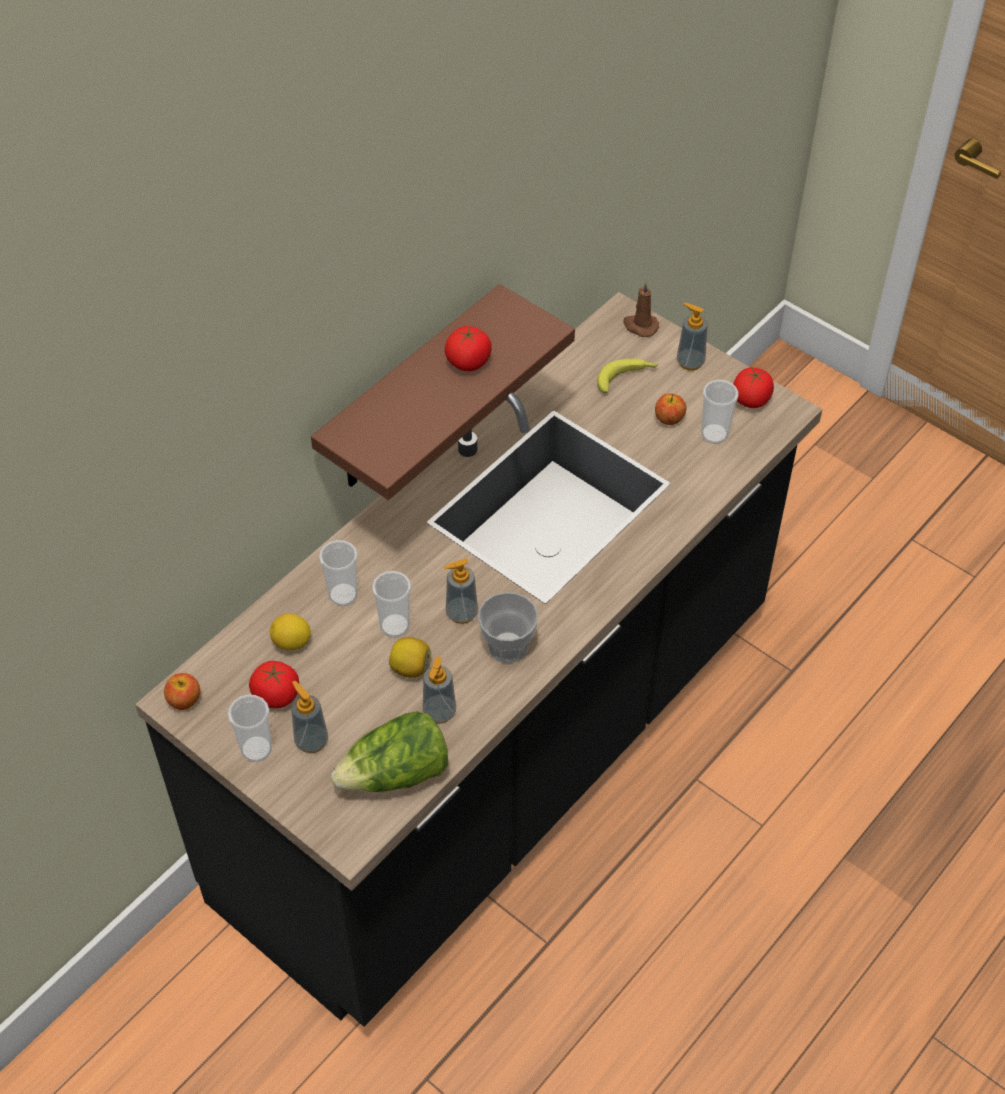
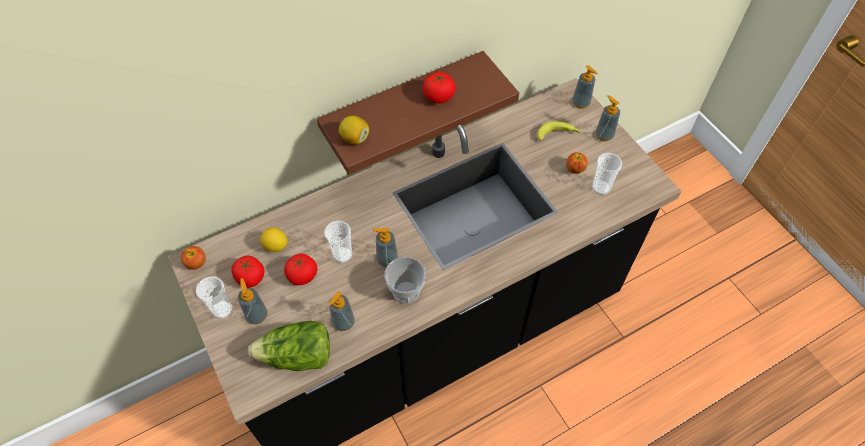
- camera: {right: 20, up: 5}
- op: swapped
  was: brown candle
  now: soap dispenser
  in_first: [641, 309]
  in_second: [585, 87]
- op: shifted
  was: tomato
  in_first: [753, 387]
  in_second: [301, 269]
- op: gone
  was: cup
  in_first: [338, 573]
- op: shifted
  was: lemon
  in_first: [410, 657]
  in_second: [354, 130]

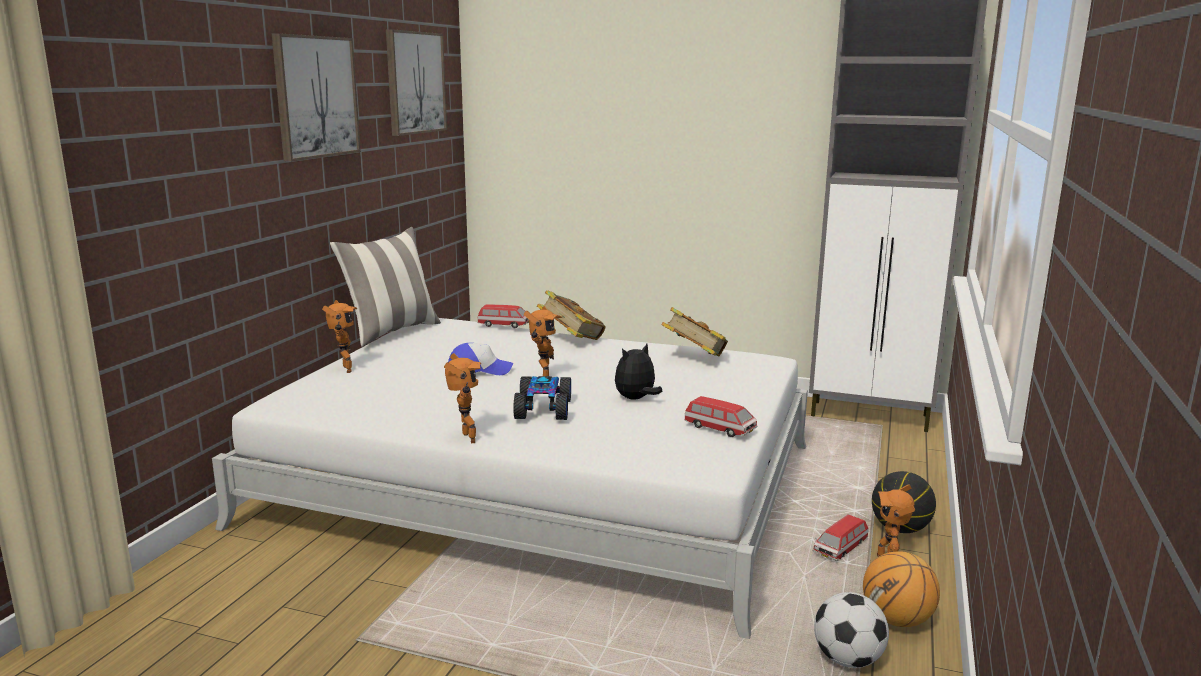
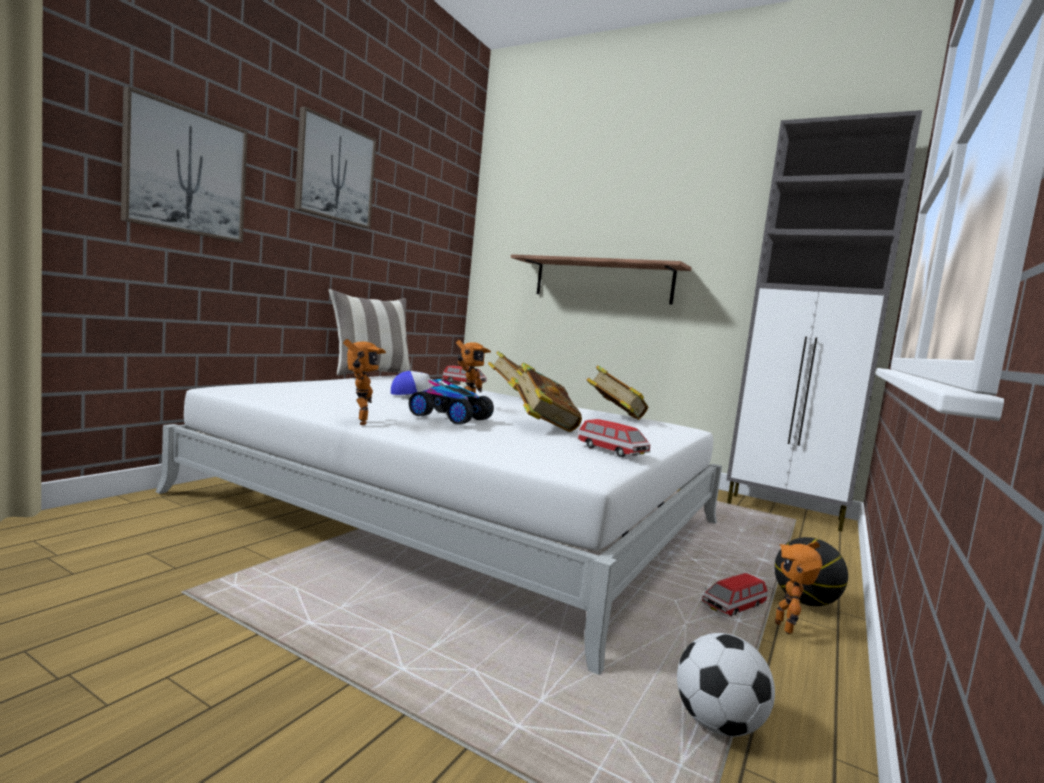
- camera: {right: 10, up: -10}
- op: shifted
  was: picture
  in_first: [416, 82]
  in_second: [184, 164]
- op: gone
  was: toy robot
  in_first: [339, 336]
- op: swapped
  was: plush toy
  now: book
  in_first: [638, 371]
  in_second: [546, 397]
- op: rotated
  was: toy car
  in_first: [542, 398]
  in_second: [451, 402]
  clockwise: 105
- op: gone
  was: basketball
  in_first: [901, 589]
- op: new
  now: shelf
  in_second: [601, 279]

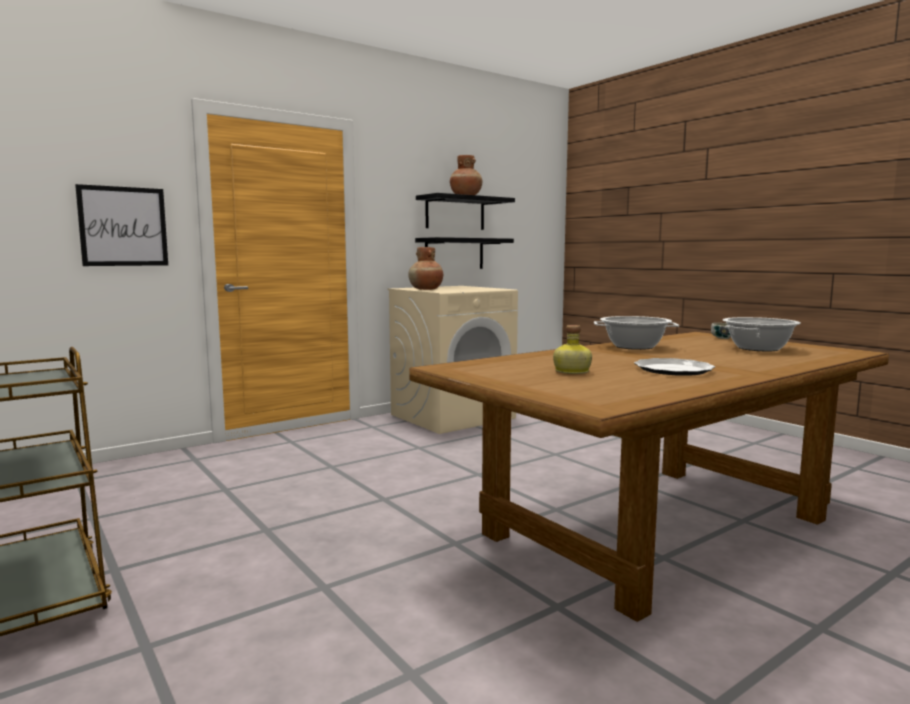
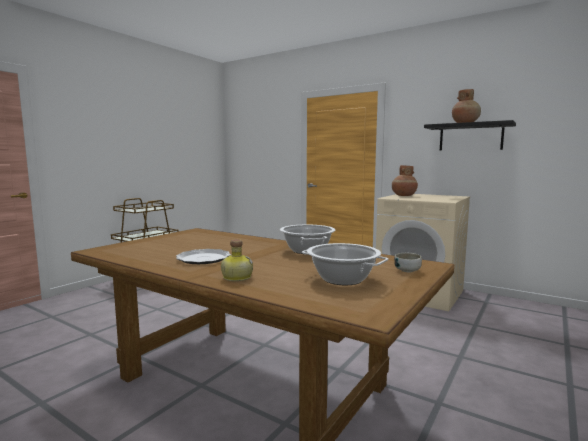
- camera: {right: 70, up: 0}
- op: gone
  was: picture
  in_first: [121, 225]
- op: gone
  was: black shelf
  in_first: [464, 253]
- op: shifted
  was: bottle
  in_first: [572, 349]
  in_second: [237, 260]

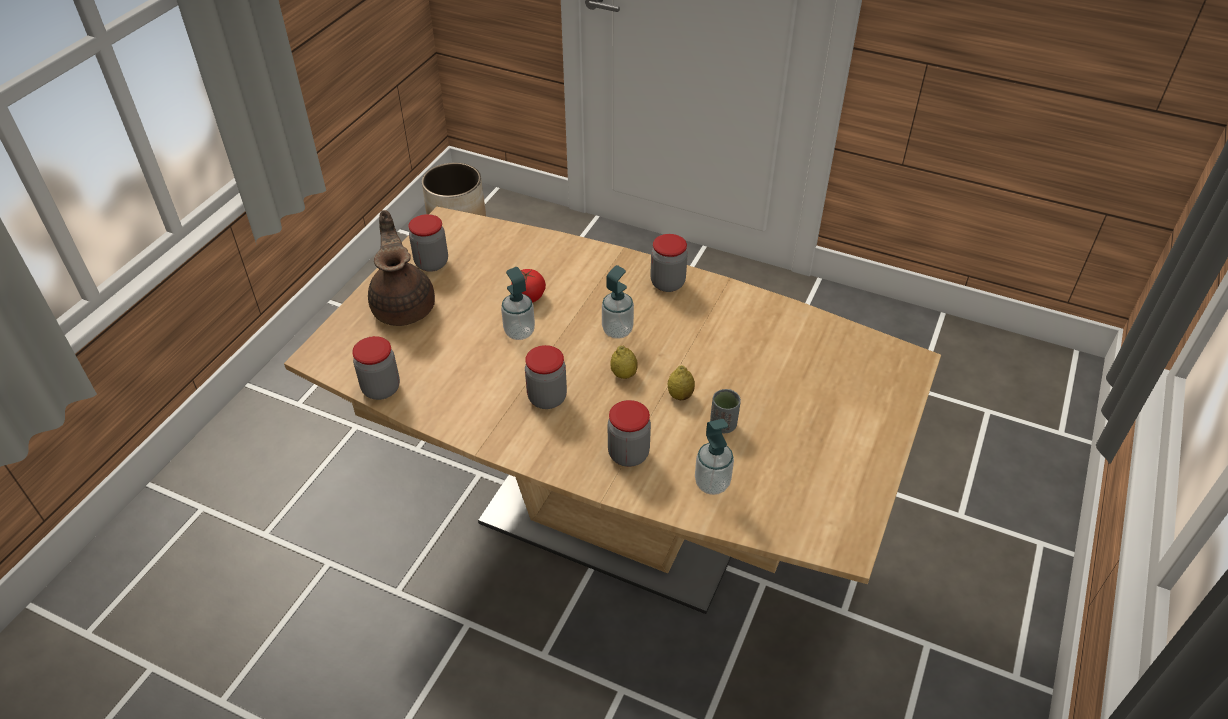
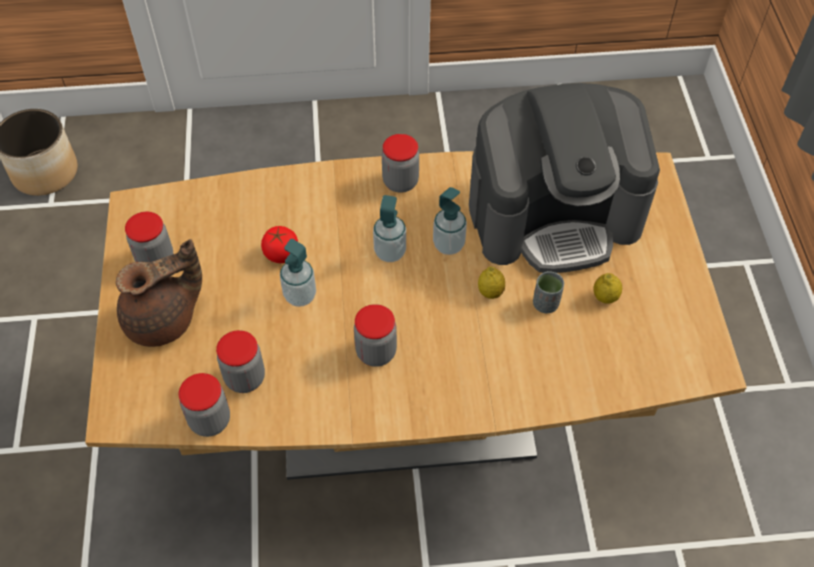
- camera: {right: -30, up: 10}
- op: rotated
  was: brown teapot
  in_first: [401, 268]
  in_second: [159, 293]
  clockwise: 105
- op: shifted
  was: lemon
  in_first: [624, 362]
  in_second: [608, 288]
- op: shifted
  was: jar
  in_first: [629, 433]
  in_second: [240, 361]
- op: shifted
  was: soap dispenser
  in_first: [714, 457]
  in_second: [450, 221]
- op: new
  now: coffee machine
  in_second: [564, 178]

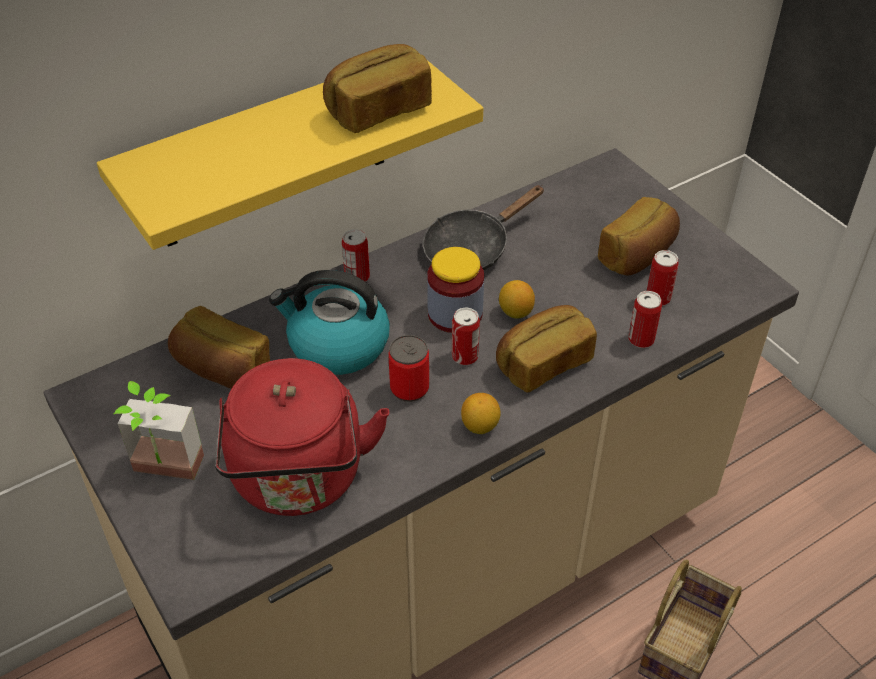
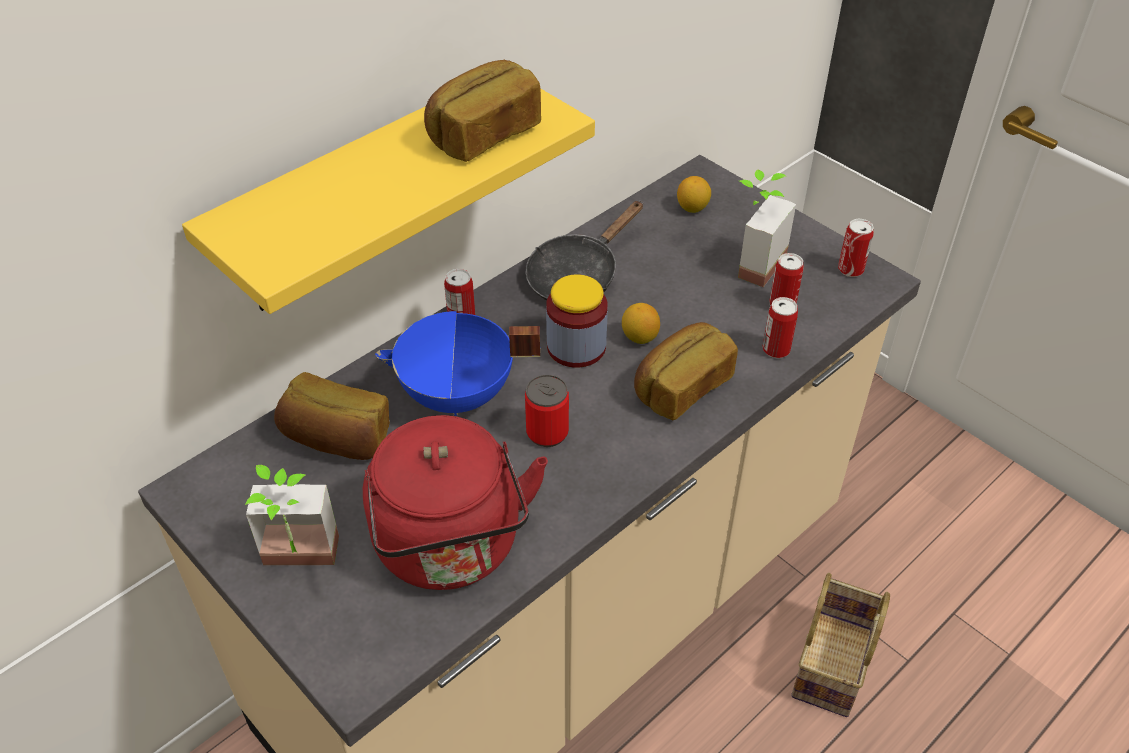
- camera: {right: -10, up: 0}
- op: swapped
  was: bread
  now: potted plant
  in_first: [639, 236]
  in_second: [767, 228]
- op: swapped
  was: kettle
  now: blue cooking pot
  in_first: [329, 322]
  in_second: [457, 363]
- op: shifted
  was: can
  in_first: [466, 336]
  in_second: [856, 248]
- op: shifted
  was: lemon
  in_first: [481, 413]
  in_second: [694, 194]

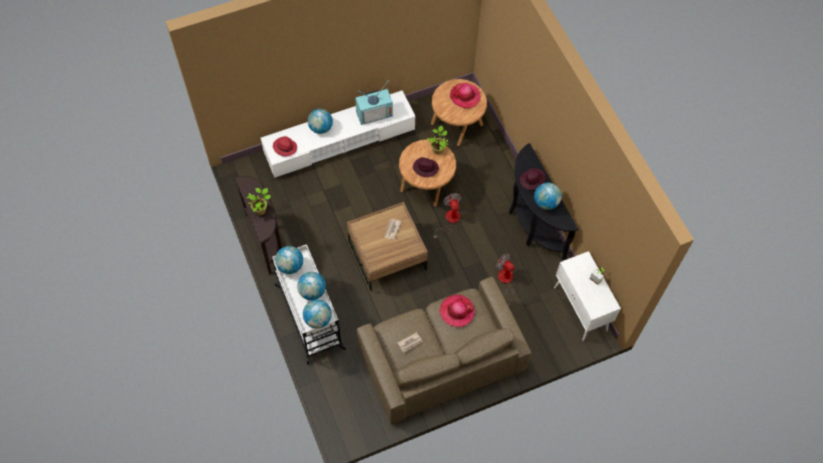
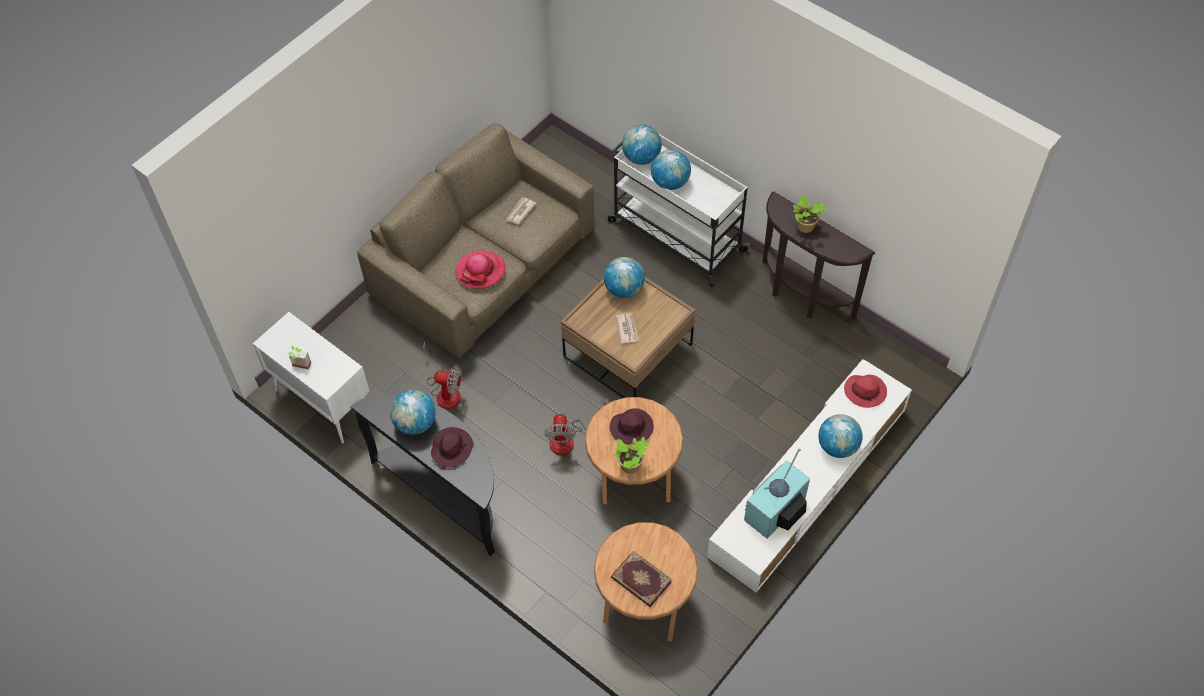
- camera: {right: 155, up: -5}
- op: swapped
  was: hat
  now: book
  in_first: [465, 95]
  in_second: [641, 579]
- op: rotated
  was: fan
  in_first: [447, 216]
  in_second: [576, 427]
  clockwise: 45
- op: shifted
  was: globe
  in_first: [289, 260]
  in_second: [624, 277]

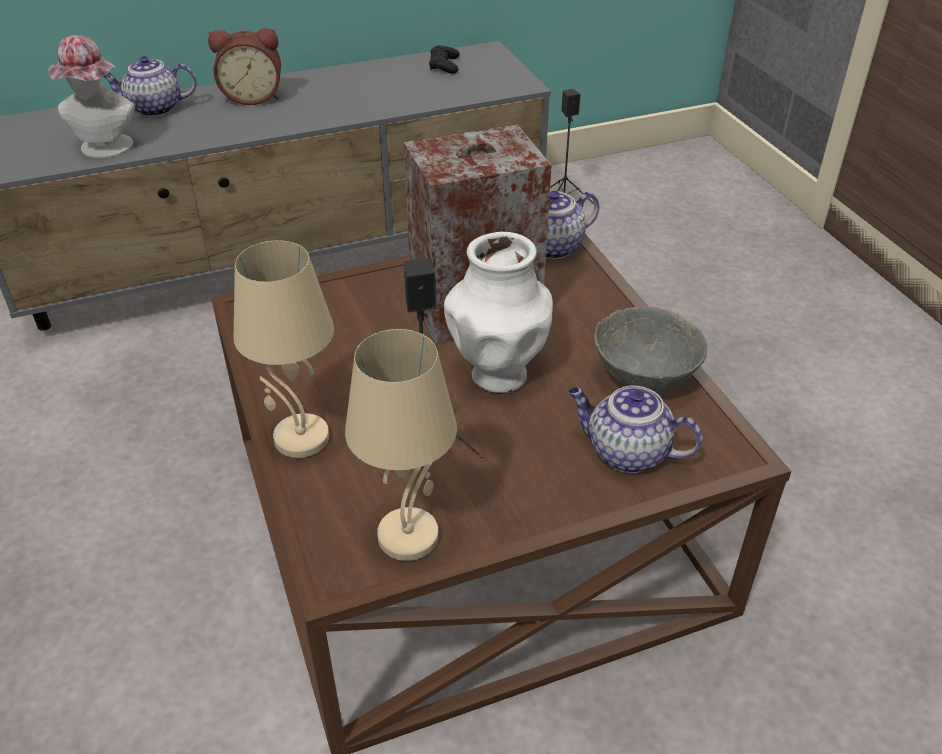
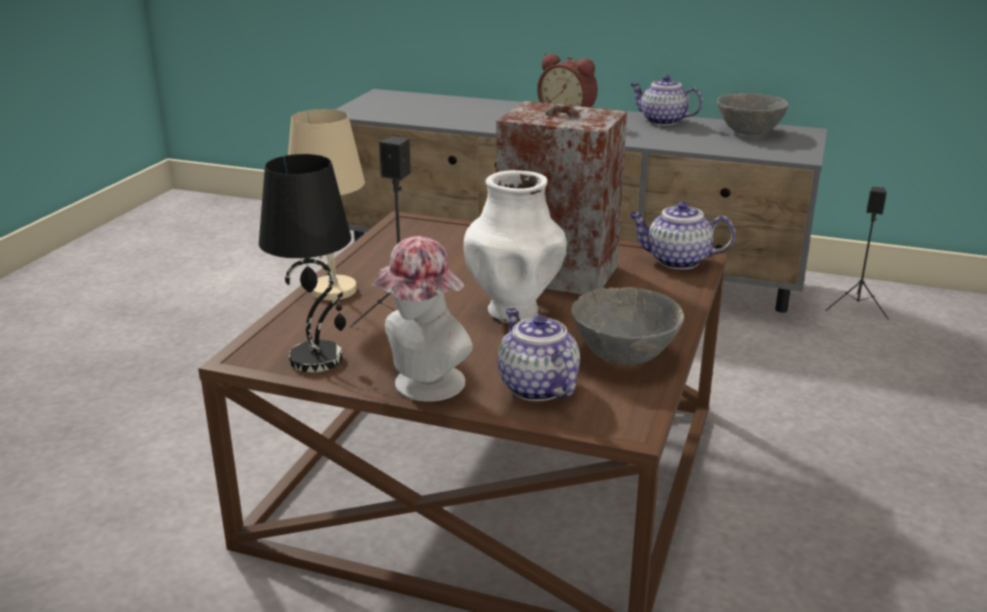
- camera: {right: 40, up: -15}
- op: shifted
  was: hat
  in_first: [91, 96]
  in_second: [422, 319]
- op: swapped
  was: black game controller
  now: grey bowl
  in_first: [444, 59]
  in_second: [753, 114]
- op: shifted
  was: teapot
  in_first: [150, 86]
  in_second: [666, 100]
- op: repainted
  was: beige table lamp
  now: black table lamp
  in_first: [401, 445]
  in_second: [305, 263]

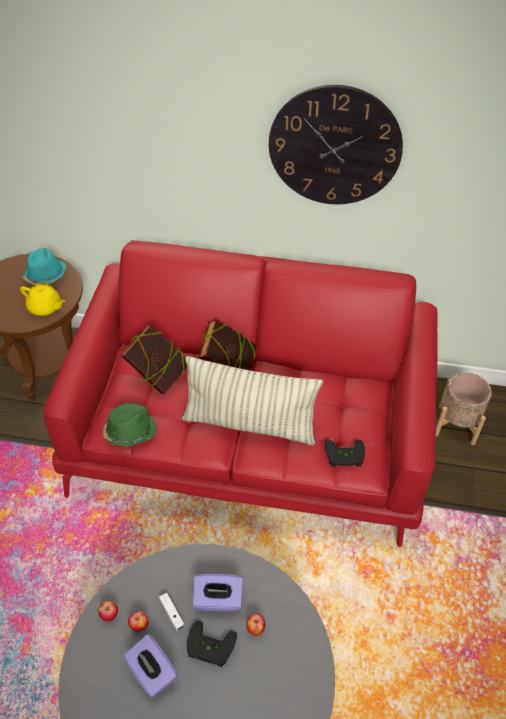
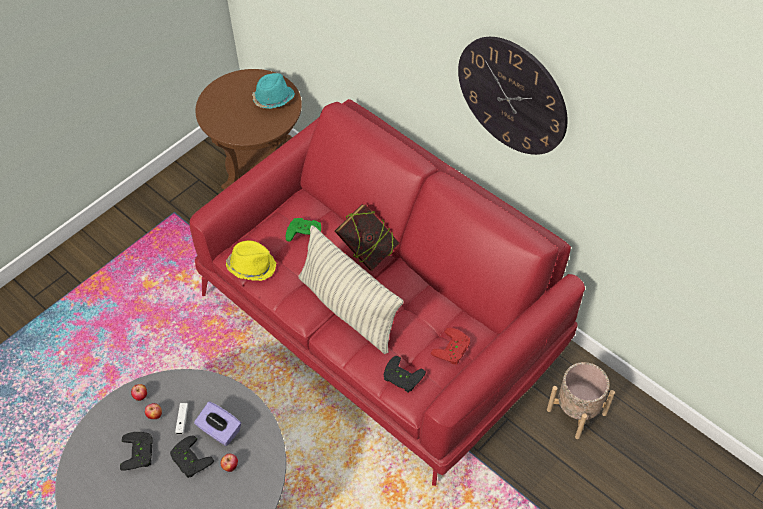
- camera: {right: 35, up: 5}
- op: gone
  was: yellow teapot
  in_first: [42, 300]
- op: swapped
  was: book
  now: green game controller
  in_first: [154, 359]
  in_second: [303, 230]
- op: repainted
  was: green hat
  now: yellow hat
  in_first: [130, 425]
  in_second: [251, 261]
- op: swapped
  was: purple tissue box
  now: black game controller
  in_first: [151, 665]
  in_second: [136, 451]
- op: new
  now: red game controller
  in_second: [450, 346]

